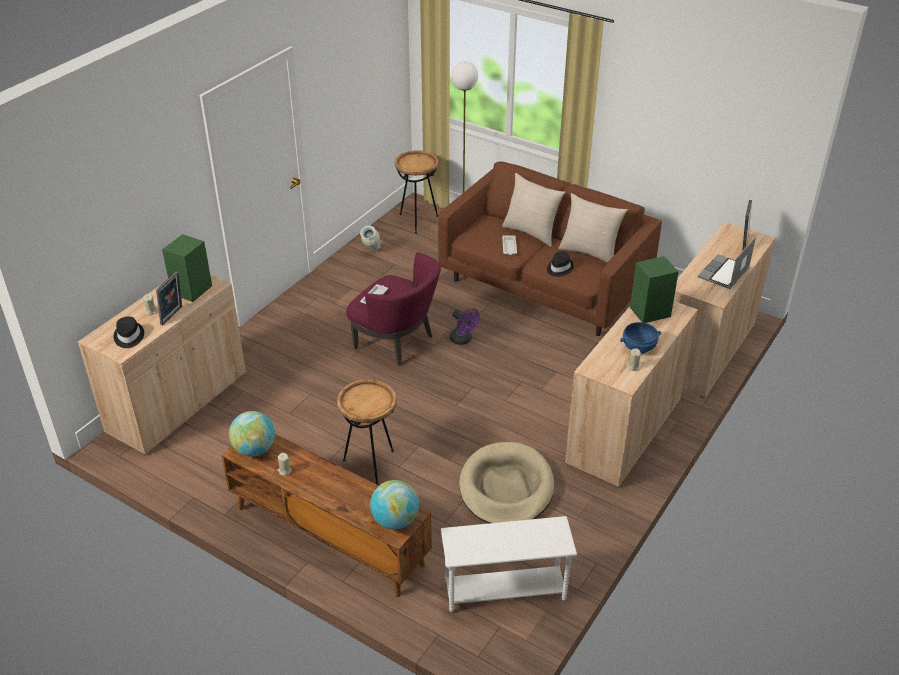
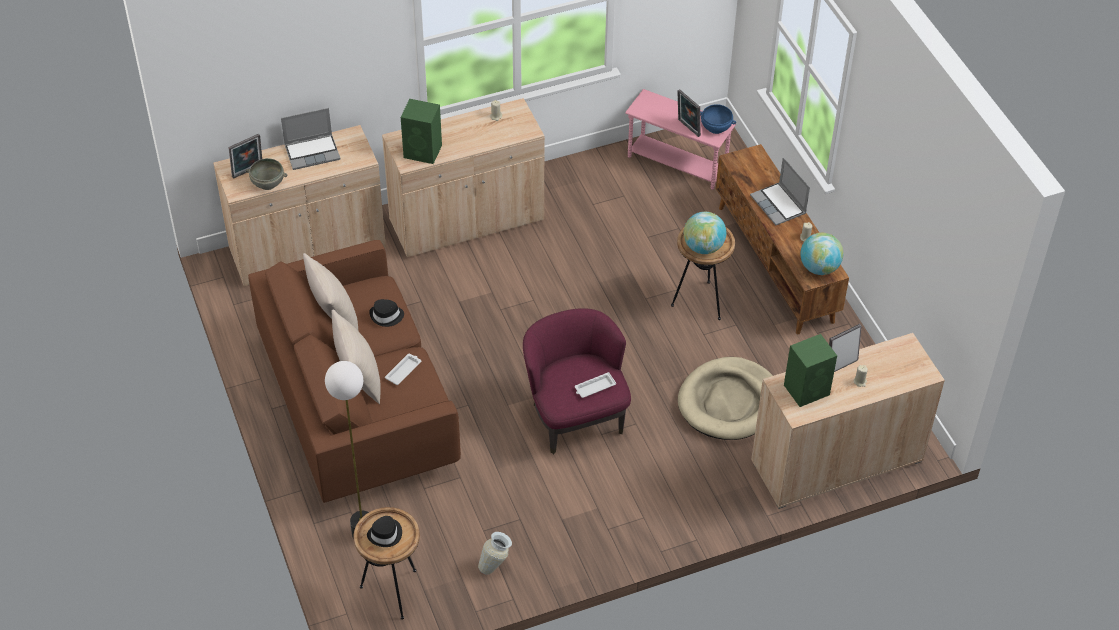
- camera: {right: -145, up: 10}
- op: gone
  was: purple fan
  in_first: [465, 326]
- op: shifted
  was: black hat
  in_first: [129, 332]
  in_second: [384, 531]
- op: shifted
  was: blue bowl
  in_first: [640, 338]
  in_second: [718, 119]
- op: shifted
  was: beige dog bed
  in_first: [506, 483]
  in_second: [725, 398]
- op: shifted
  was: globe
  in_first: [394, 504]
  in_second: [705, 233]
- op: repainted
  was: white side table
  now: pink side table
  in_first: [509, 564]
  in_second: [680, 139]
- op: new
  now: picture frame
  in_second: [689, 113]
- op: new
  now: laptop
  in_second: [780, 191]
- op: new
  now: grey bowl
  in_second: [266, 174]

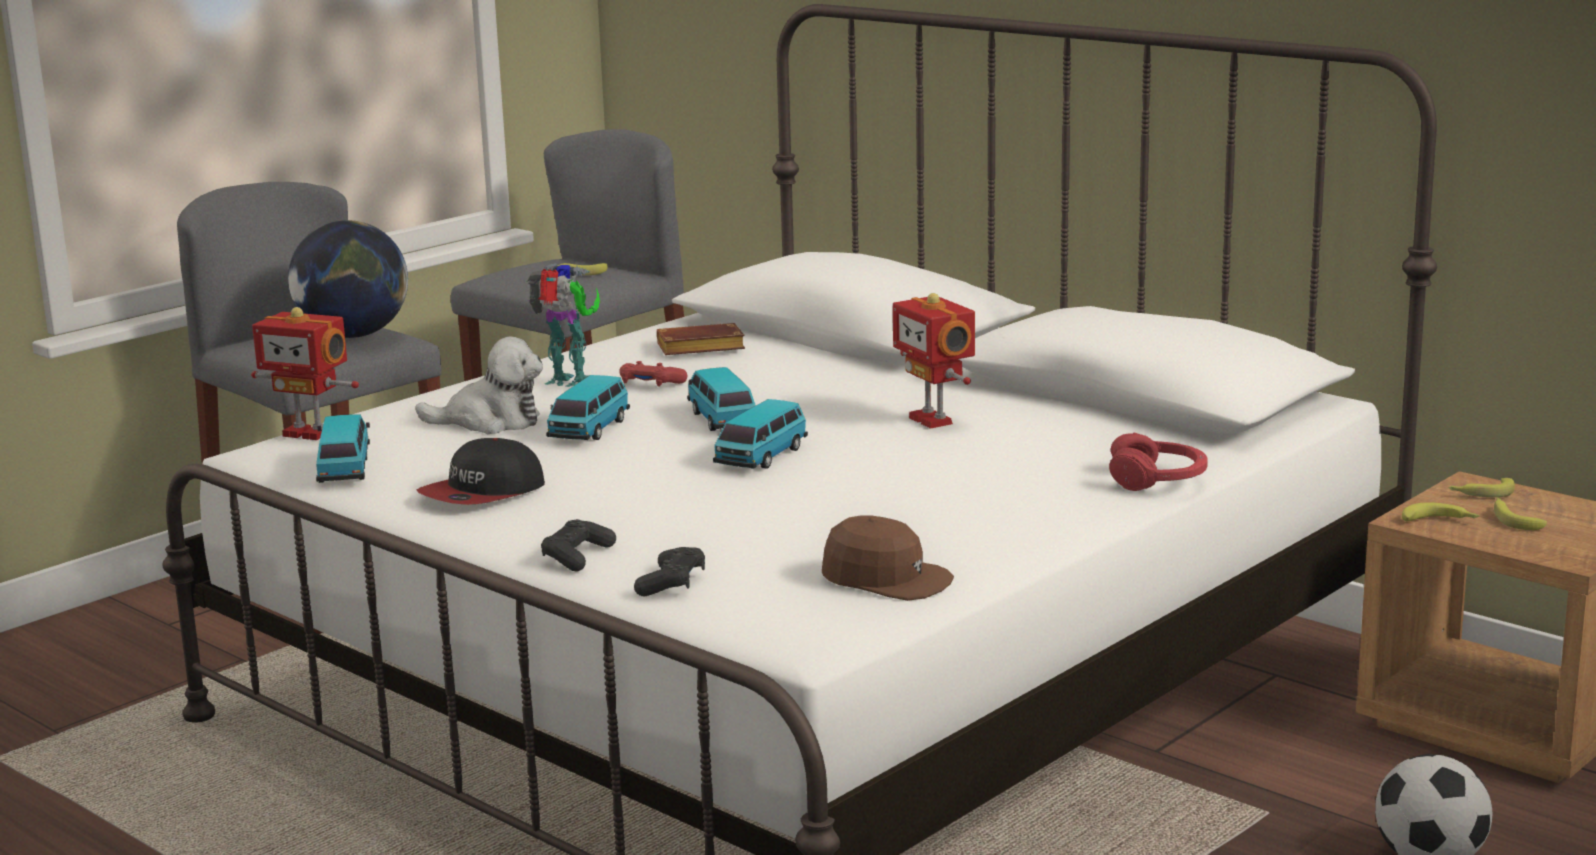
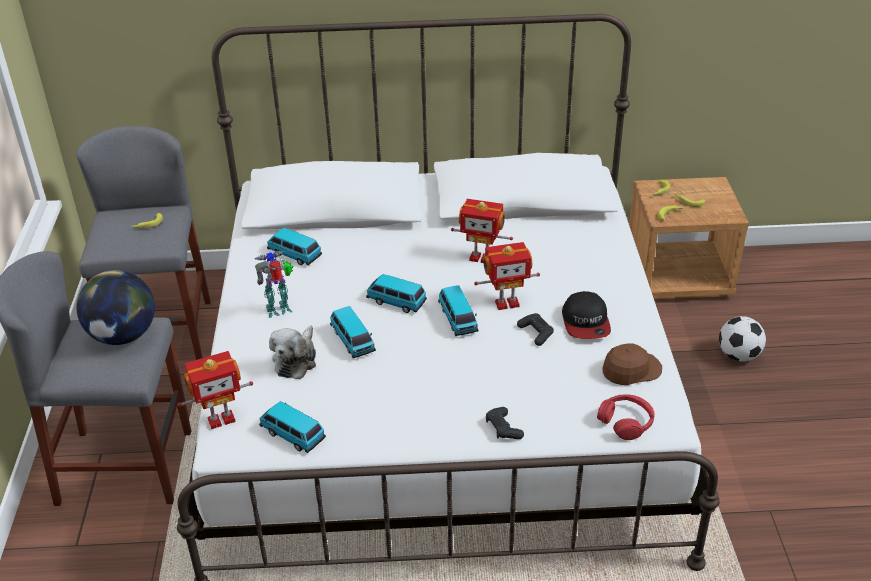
- camera: {right: -45, up: 20}
- op: swapped
  was: brown book
  now: toy car
  in_first: [701, 339]
  in_second: [294, 246]
- op: rotated
  was: plush toy
  in_first: [479, 385]
  in_second: [292, 352]
  clockwise: 150
- op: gone
  was: red game controller
  in_first: [653, 374]
- op: shifted
  was: red headphones
  in_first: [1158, 462]
  in_second: [626, 417]
- op: shifted
  was: cap
  in_first: [481, 471]
  in_second: [586, 315]
- op: shifted
  was: black game controller
  in_first: [669, 571]
  in_second: [535, 329]
- op: new
  now: toy robot
  in_second: [507, 276]

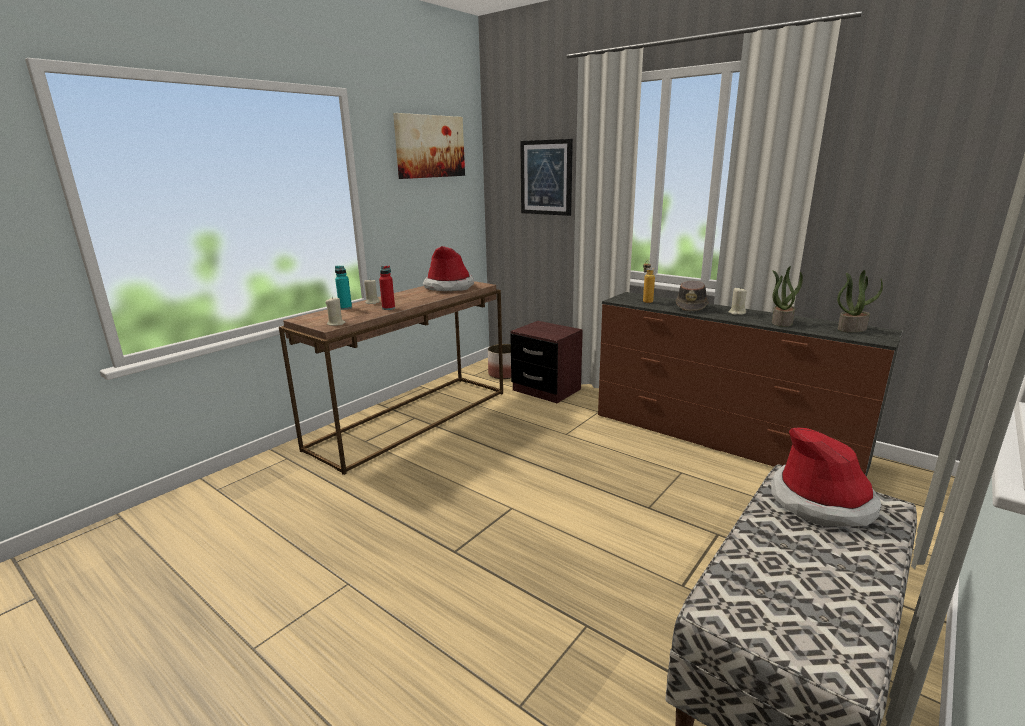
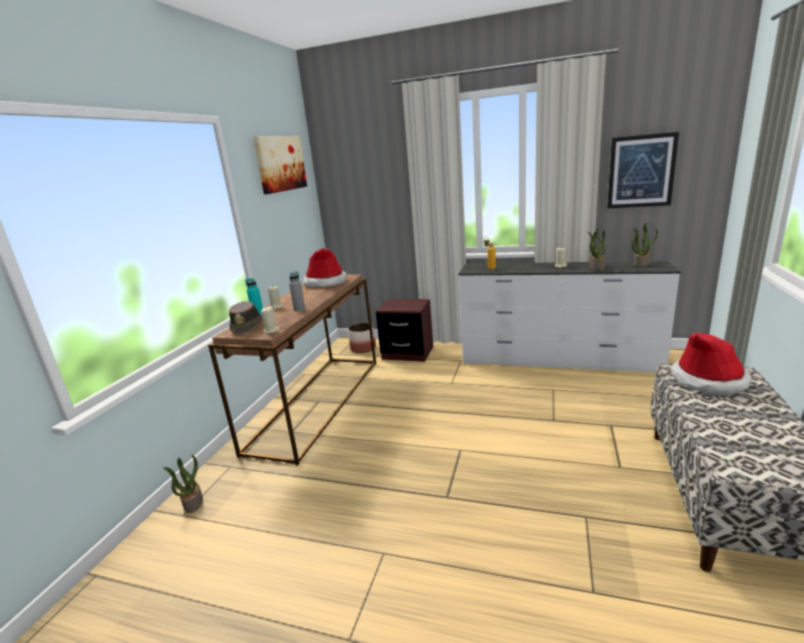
- camera: {right: -20, up: 0}
- op: shifted
  was: picture
  in_first: [546, 177]
  in_second: [643, 170]
- op: repainted
  was: red bottle
  now: grey bottle
  in_first: [387, 288]
  in_second: [297, 291]
- op: shifted
  was: brown hat
  in_first: [692, 295]
  in_second: [246, 318]
- op: repainted
  was: brown dresser
  now: white dresser
  in_first: [750, 384]
  in_second: [569, 316]
- op: new
  now: potted plant
  in_second: [183, 484]

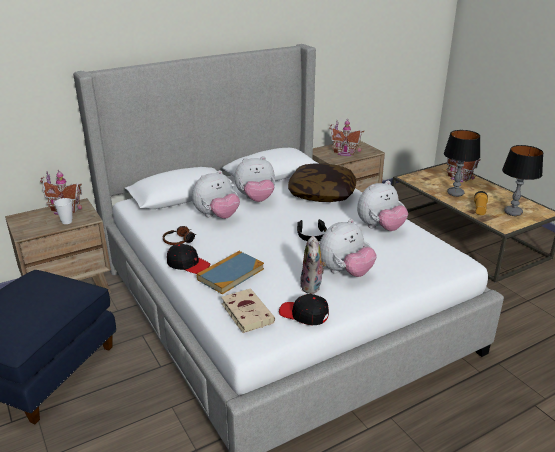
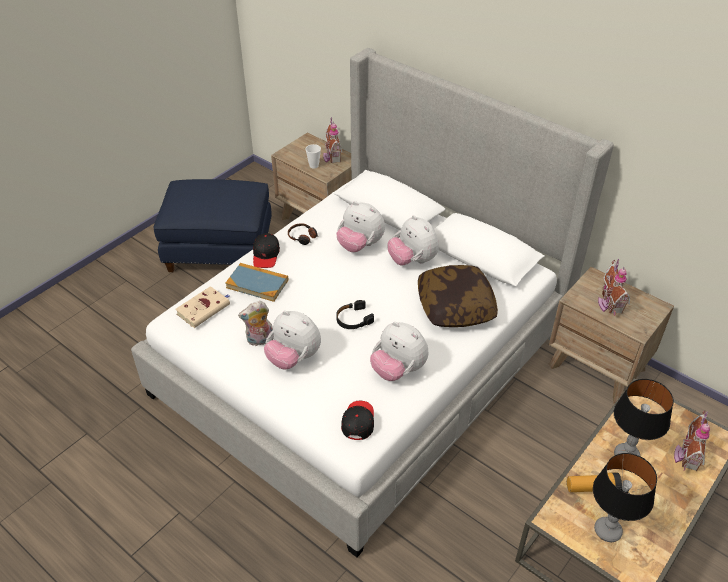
- camera: {right: 70, up: 15}
- op: shifted
  was: black cap
  in_first: [304, 309]
  in_second: [357, 420]

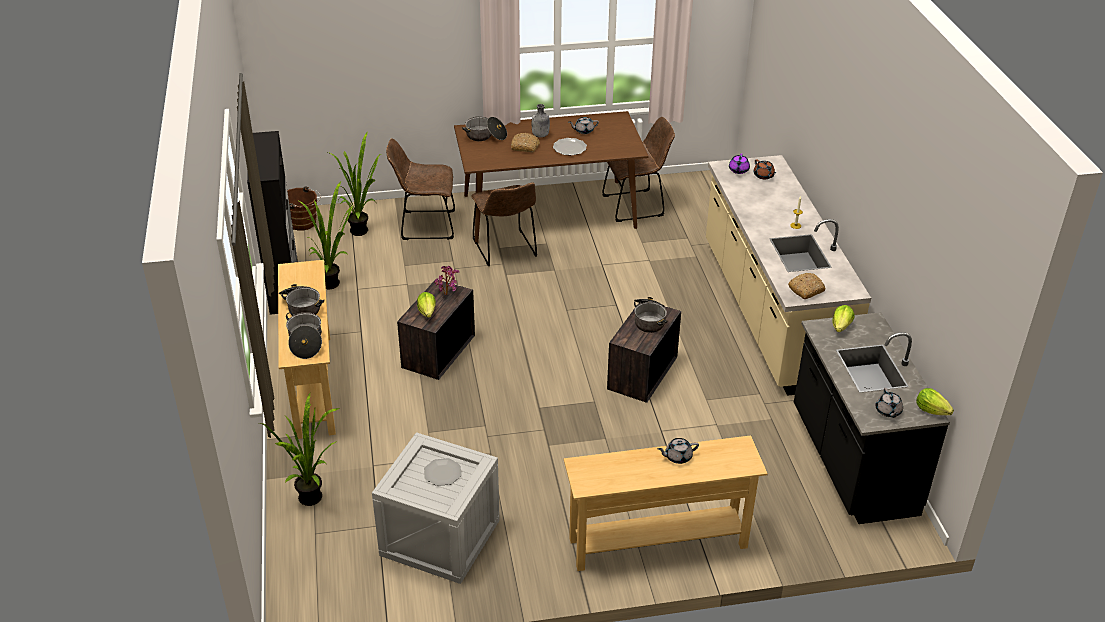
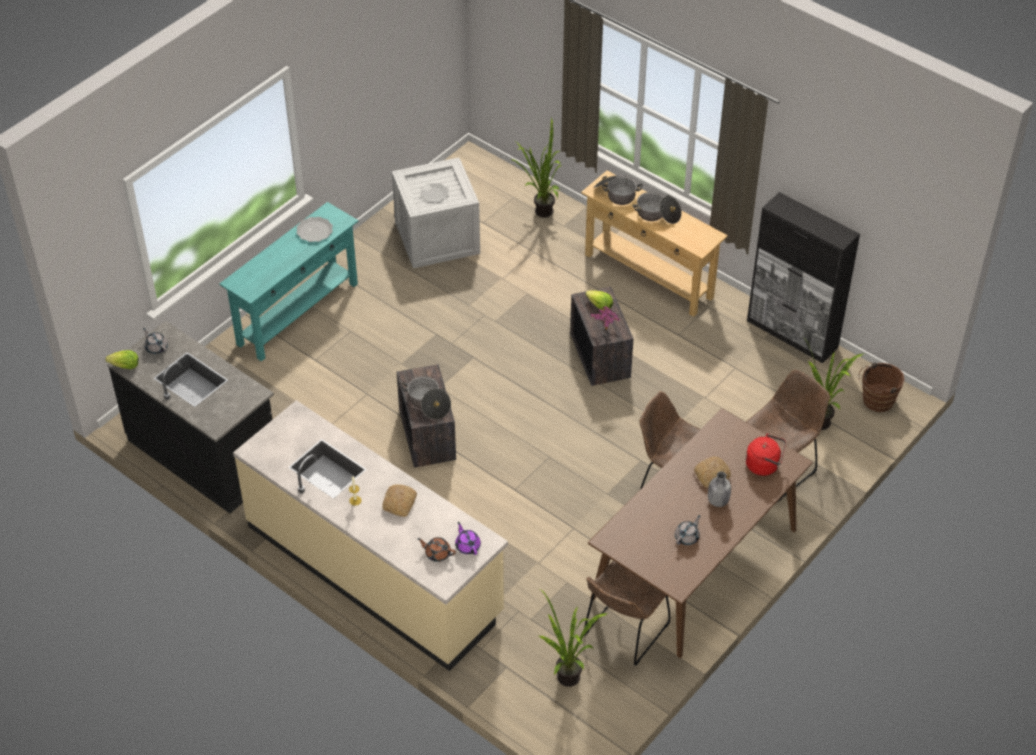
- camera: {right: 140, up: 10}
- op: swapped
  was: cooking pot
  now: red kettle
  in_first: [484, 129]
  in_second: [766, 454]
- op: shifted
  was: plate
  in_first: [570, 146]
  in_second: [314, 229]
- op: shifted
  was: potted plant
  in_first: [325, 235]
  in_second: [573, 638]
- op: shifted
  was: bread
  in_first: [806, 286]
  in_second: [399, 500]
- op: gone
  was: lettuce
  in_first: [843, 318]
- op: repainted
  was: beige console table
  now: turquoise console table
  in_first: [666, 503]
  in_second: [288, 281]
- op: gone
  was: grey teapot
  in_first: [678, 451]

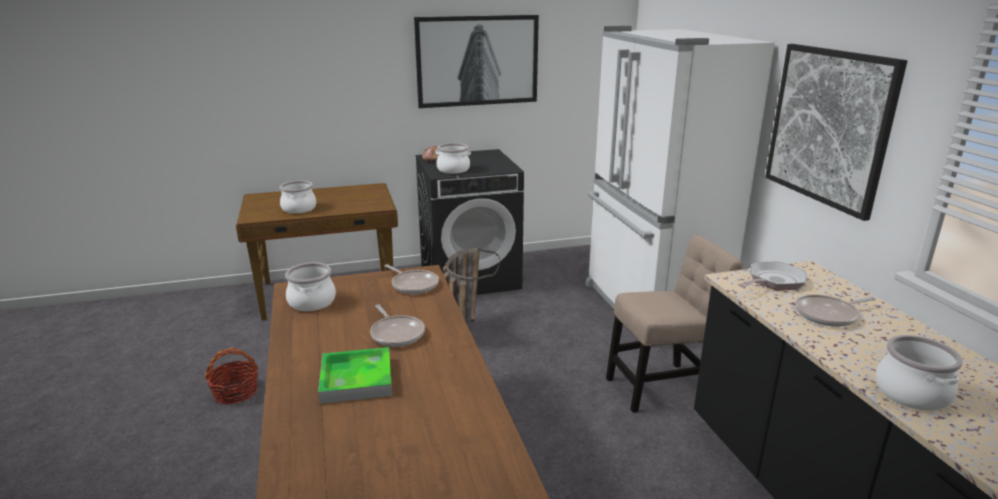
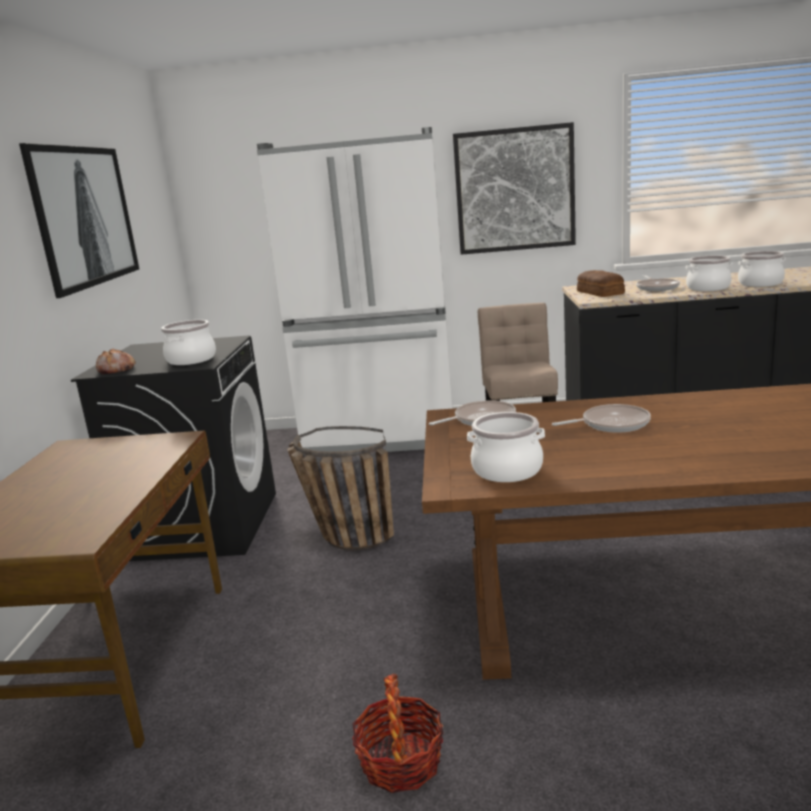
- camera: {right: -70, up: -5}
- op: shifted
  was: cooking pot
  in_first: [297, 197]
  in_second: [709, 273]
- op: swapped
  was: frying pan
  now: bread
  in_first: [772, 276]
  in_second: [601, 283]
- op: gone
  was: tray
  in_first: [355, 375]

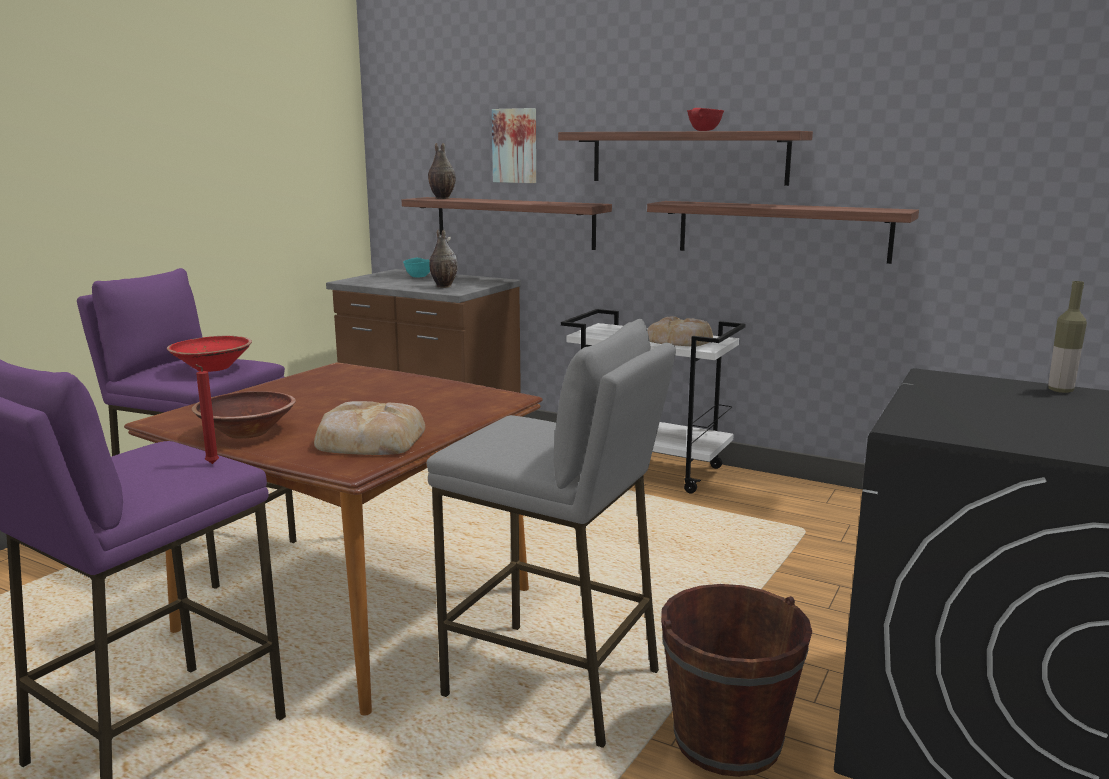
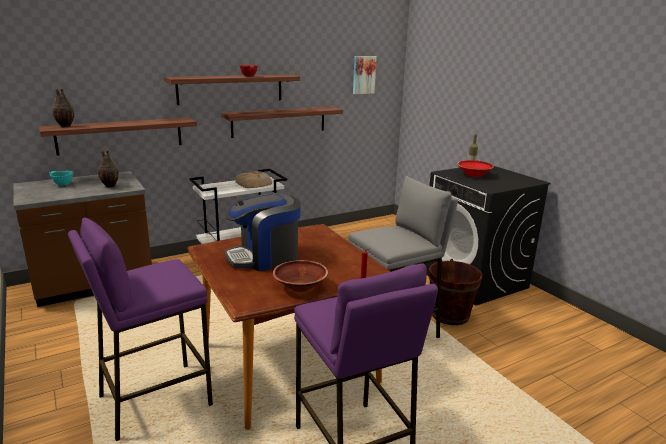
- camera: {right: -60, up: 5}
- op: shifted
  was: picture
  in_first: [514, 145]
  in_second: [365, 75]
- op: shifted
  was: red bowl
  in_first: [209, 354]
  in_second: [475, 168]
- op: gone
  was: bread
  in_first: [369, 428]
- op: new
  now: coffee machine
  in_second: [262, 232]

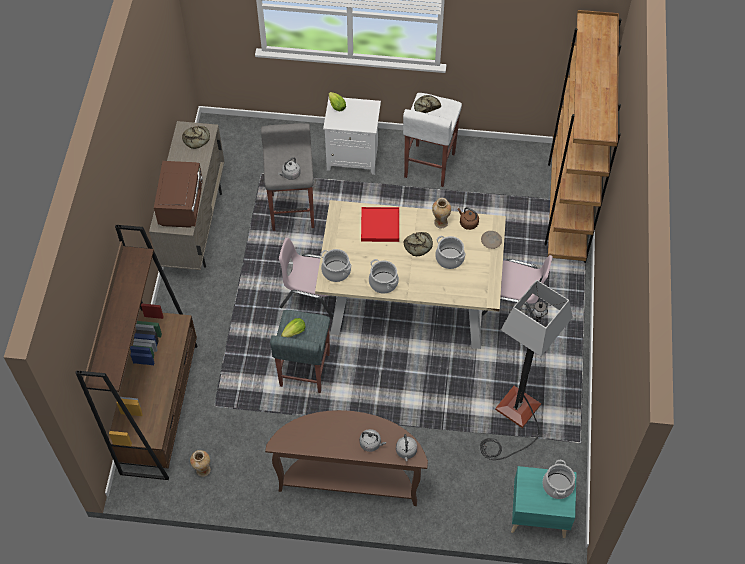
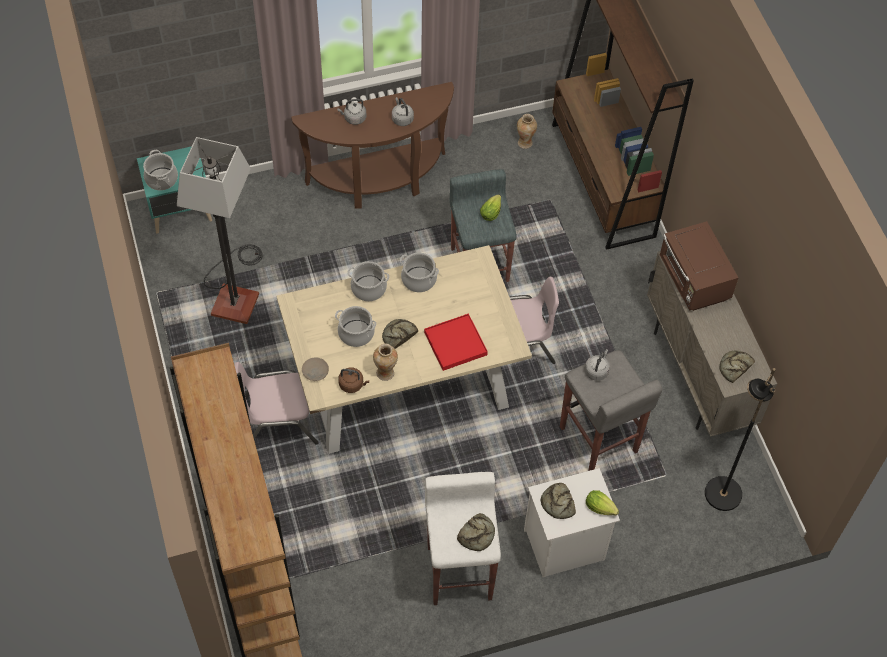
- camera: {right: 155, up: 0}
- op: shifted
  was: cooking pot
  in_first: [335, 265]
  in_second: [368, 281]
- op: shifted
  was: grey kettle
  in_first: [406, 447]
  in_second: [403, 111]
- op: new
  now: black floor lamp
  in_second: [740, 439]
- op: new
  now: bread
  in_second: [558, 501]

